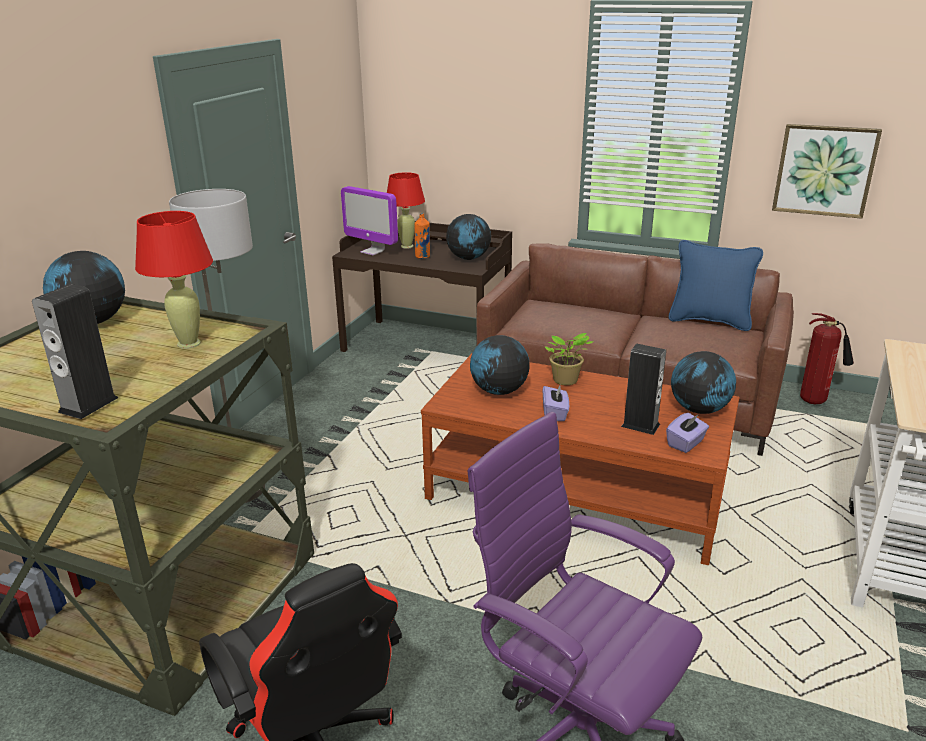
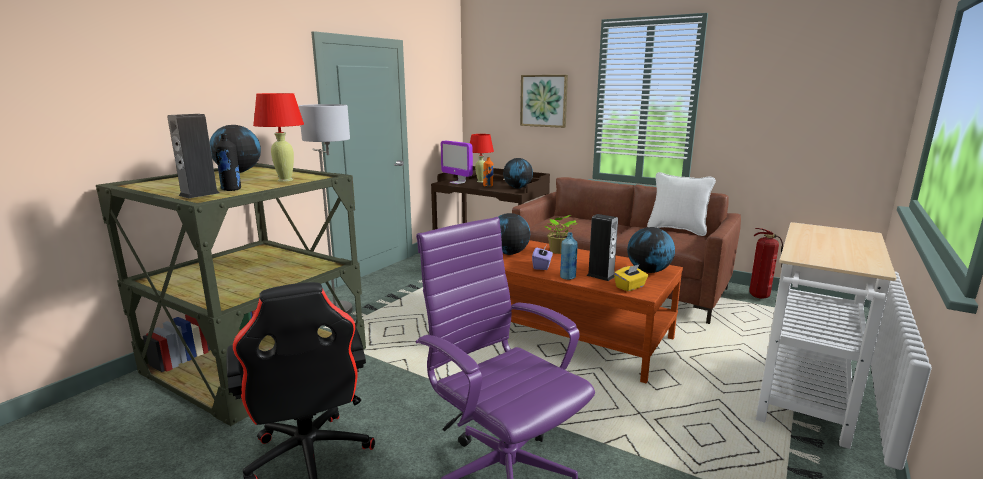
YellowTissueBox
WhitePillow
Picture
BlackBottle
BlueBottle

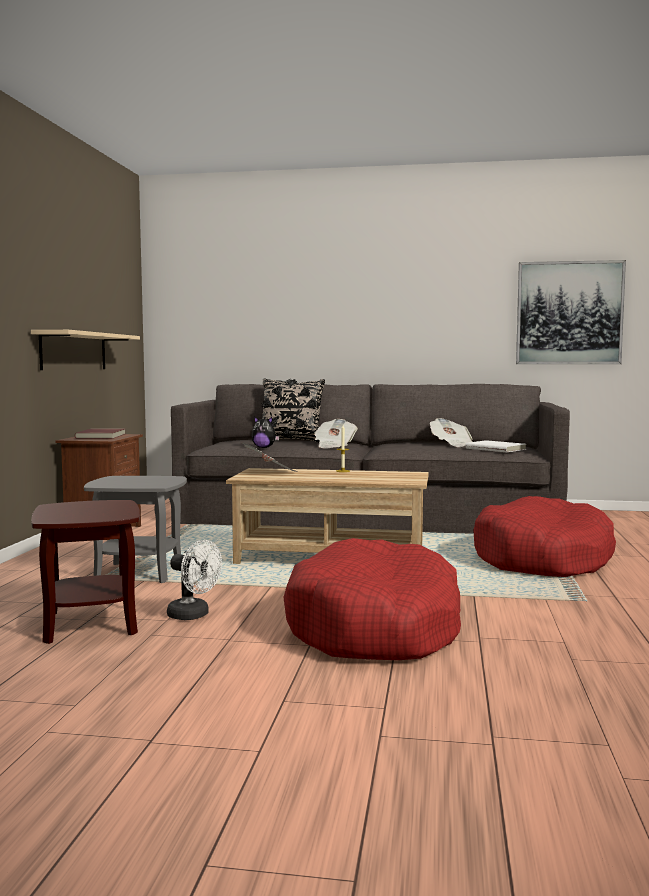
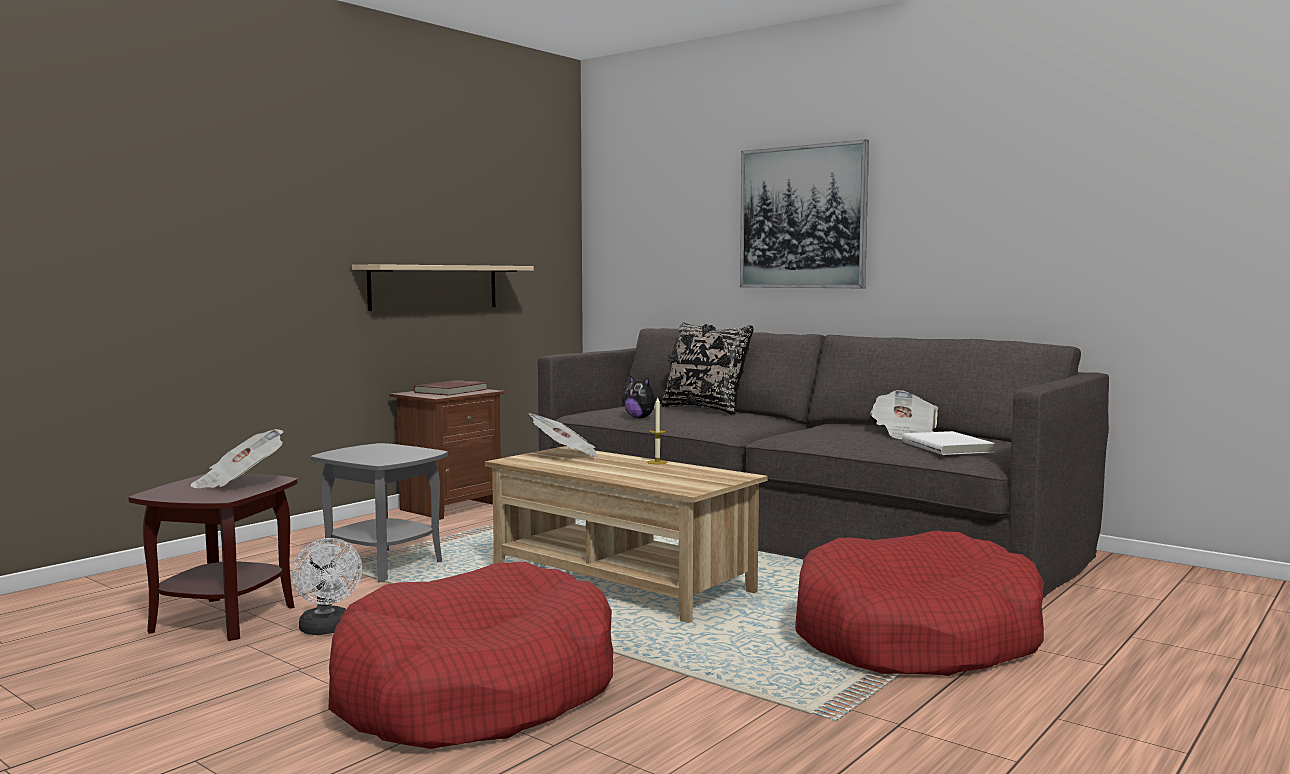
Newspaper (no. 1 from left)
Picture

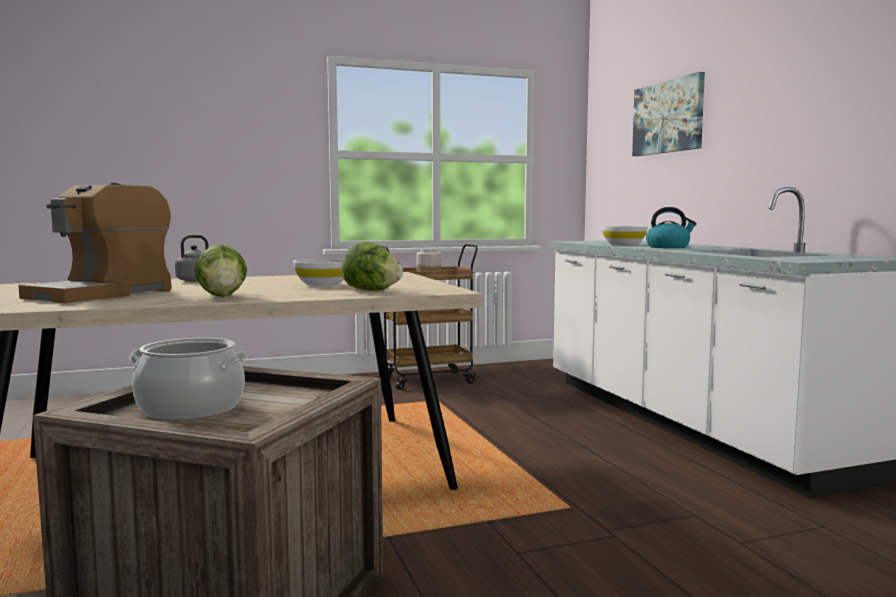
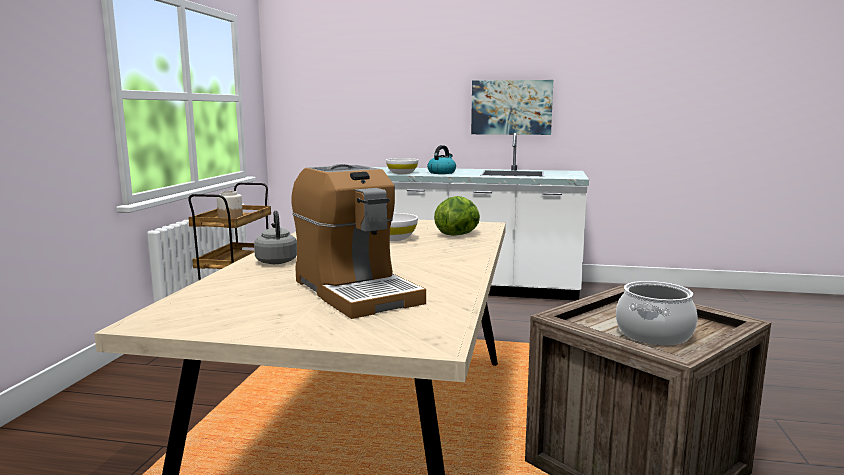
Lettuce (no. 1 from left in the first image)
Picture

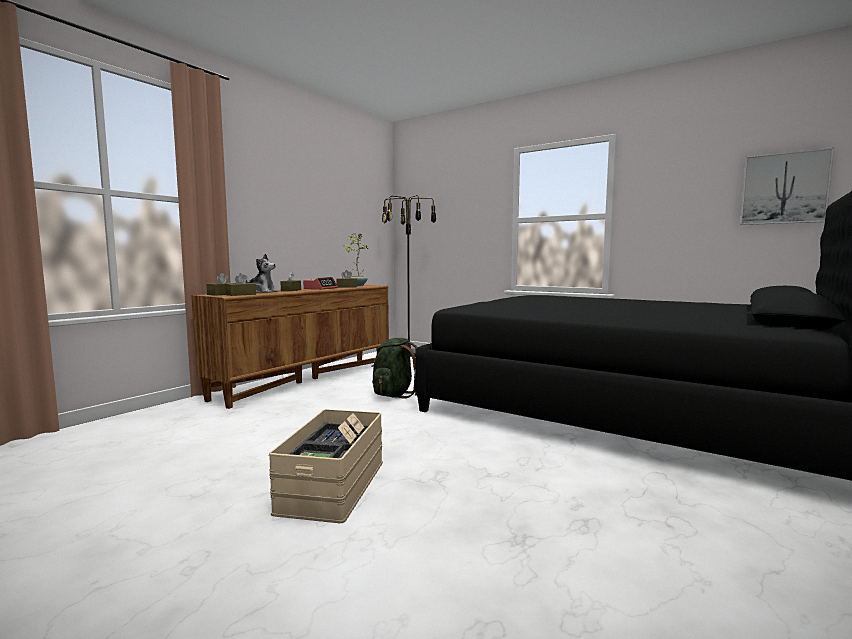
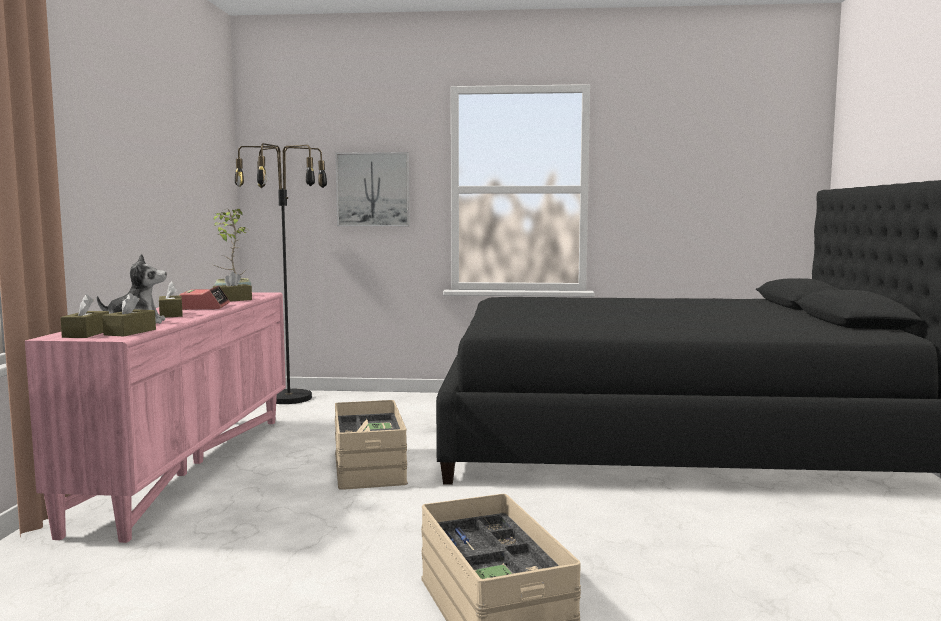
PinkDresser
BeigeStorageBox (no. 1 from left)
Picture

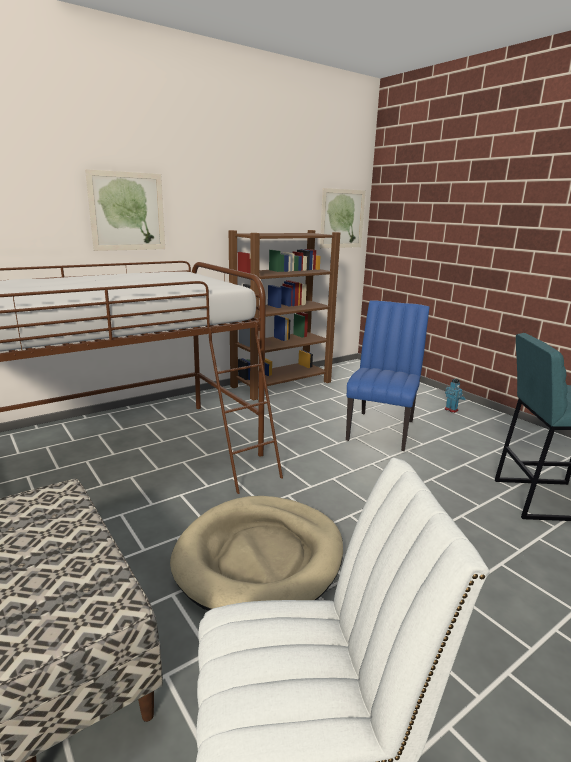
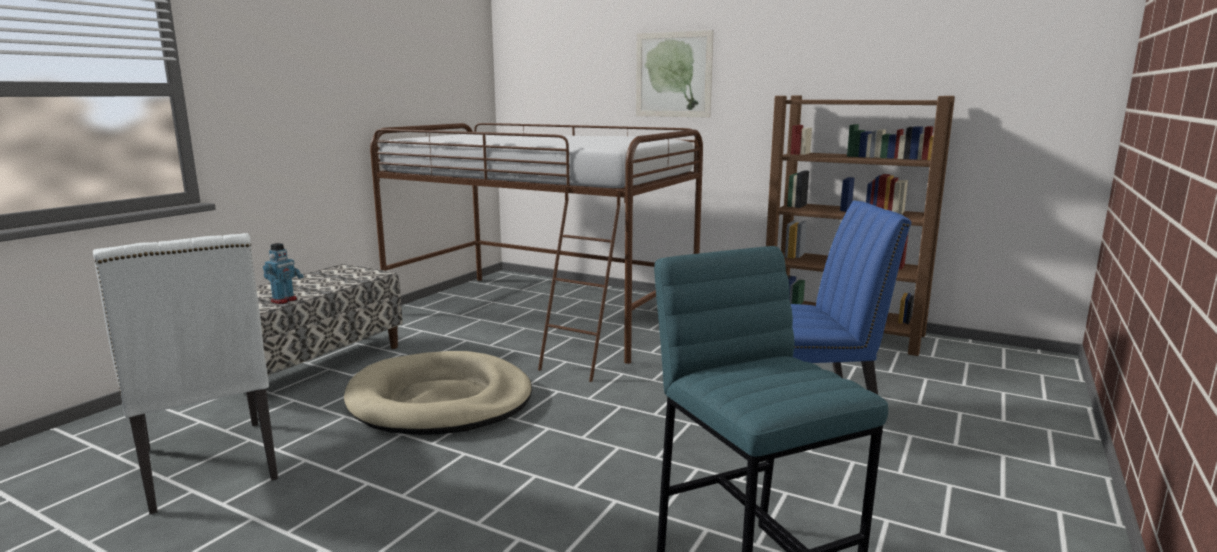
Picture (no. 2 from left in the first image)
ToyRobot

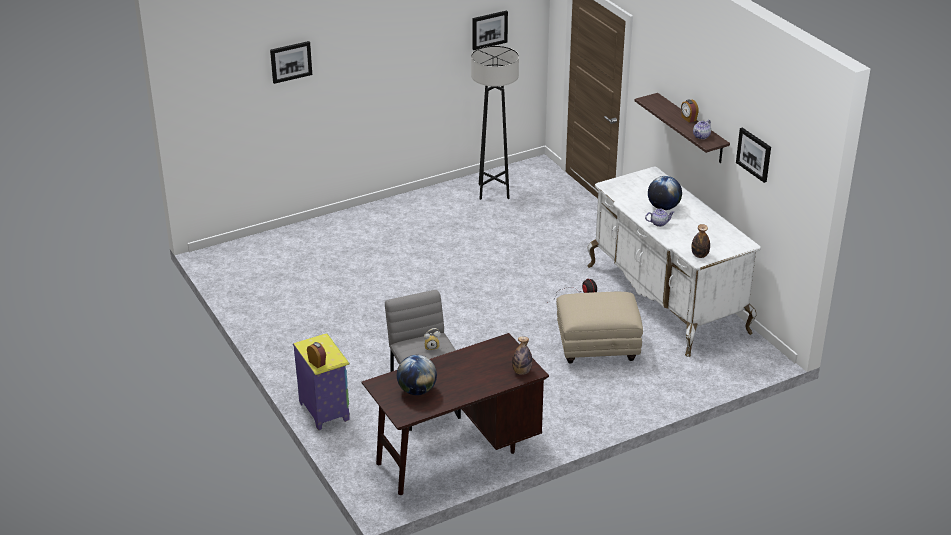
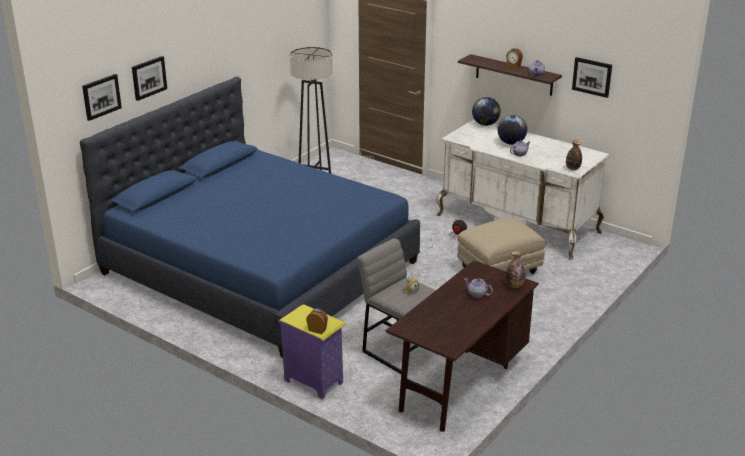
Globe (no. 1 from left)
Picture (no. 1 from left)
BlueBed
Teapot (no. 1 from left)

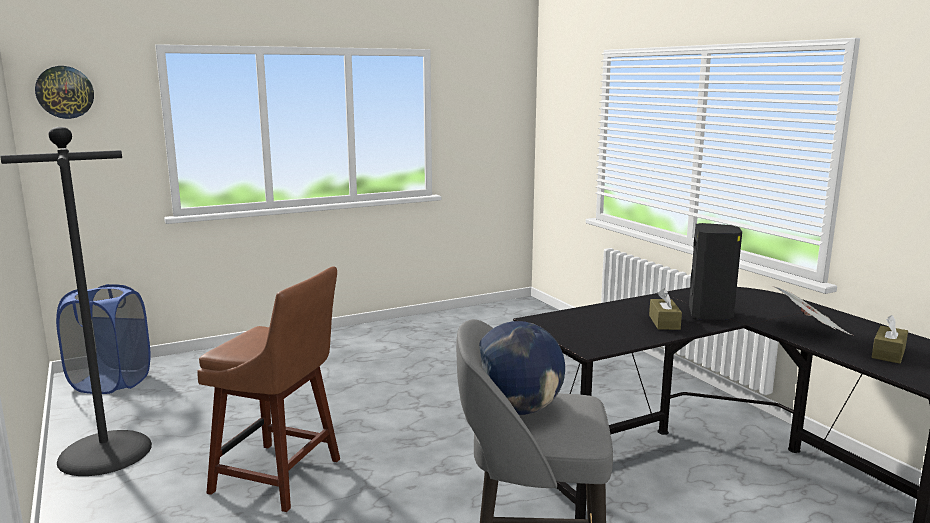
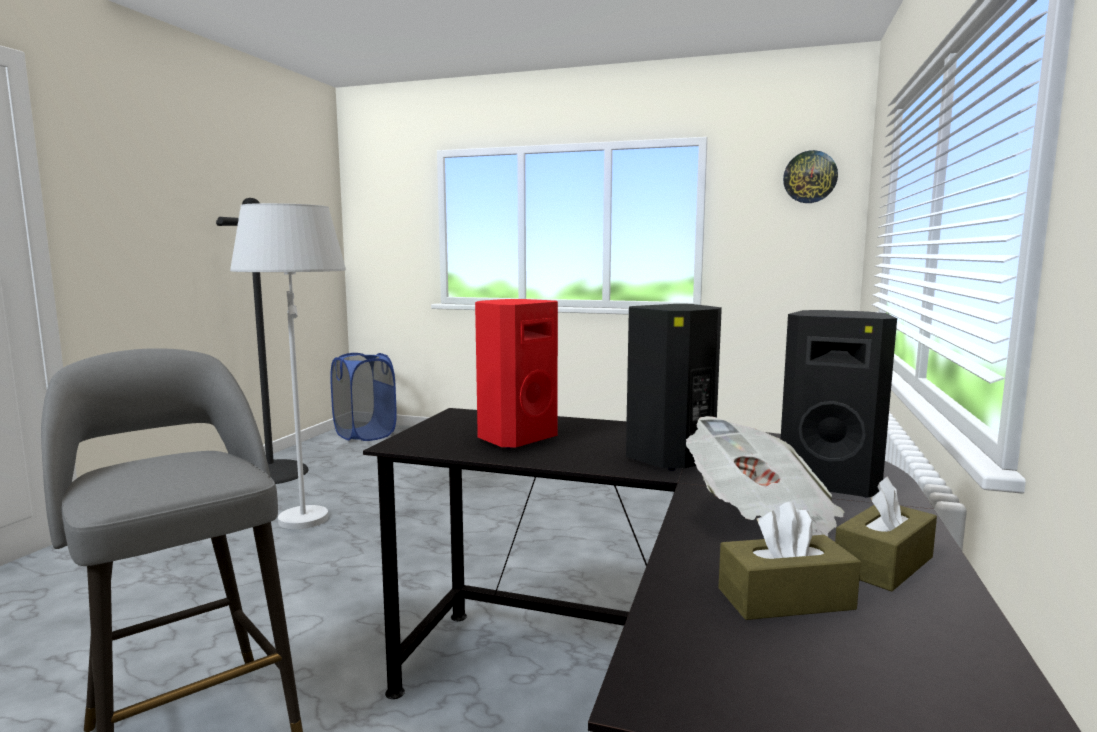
WallClock
WhiteFloorLamp
Globe
BrownTissueBox (no. 2 from left)
RedSpeaker
BlackSpeaker (no. 2 from left)

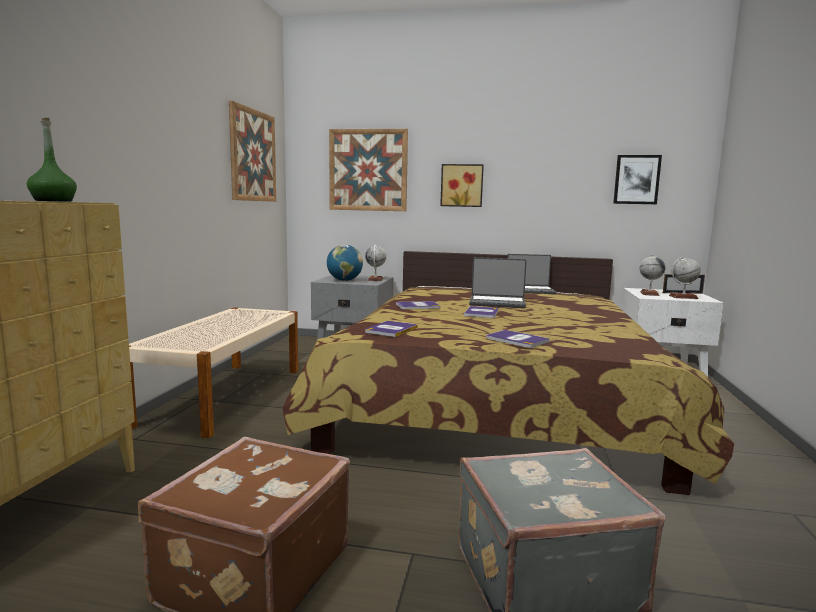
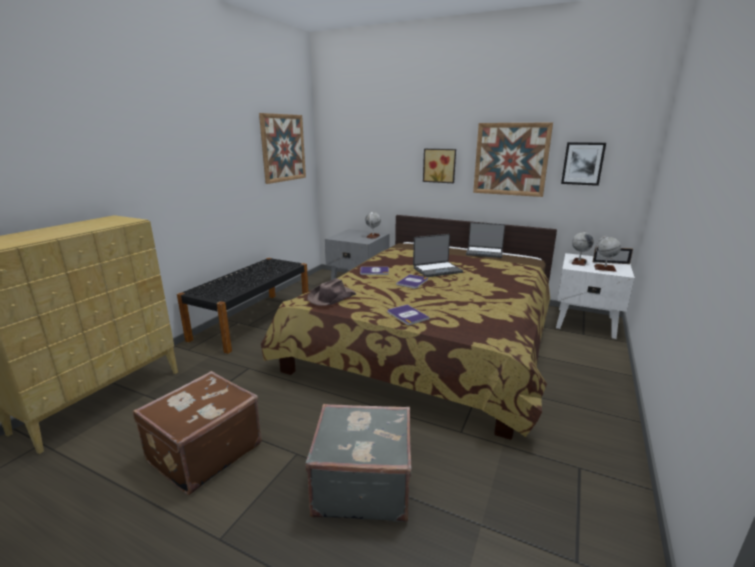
GreenBottle
BlackBench
Globe (no. 1 from left in the first image)
Picture (no. 3 from left)
BrownHat
Laptop (no. 1 from left)

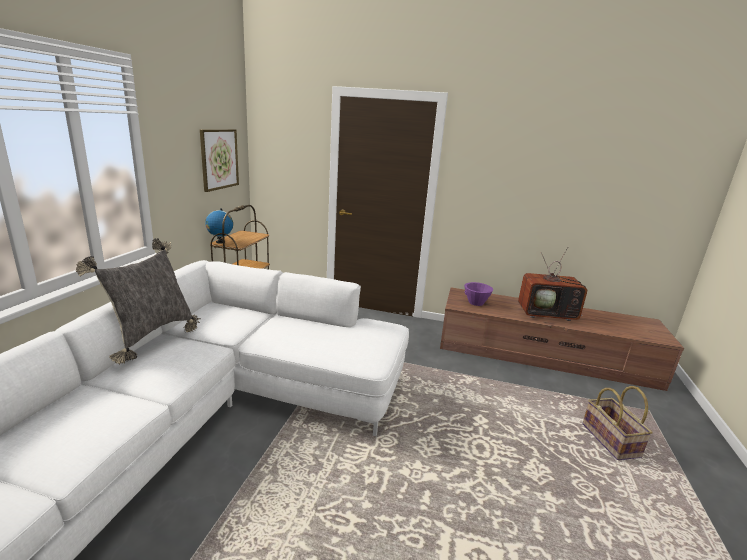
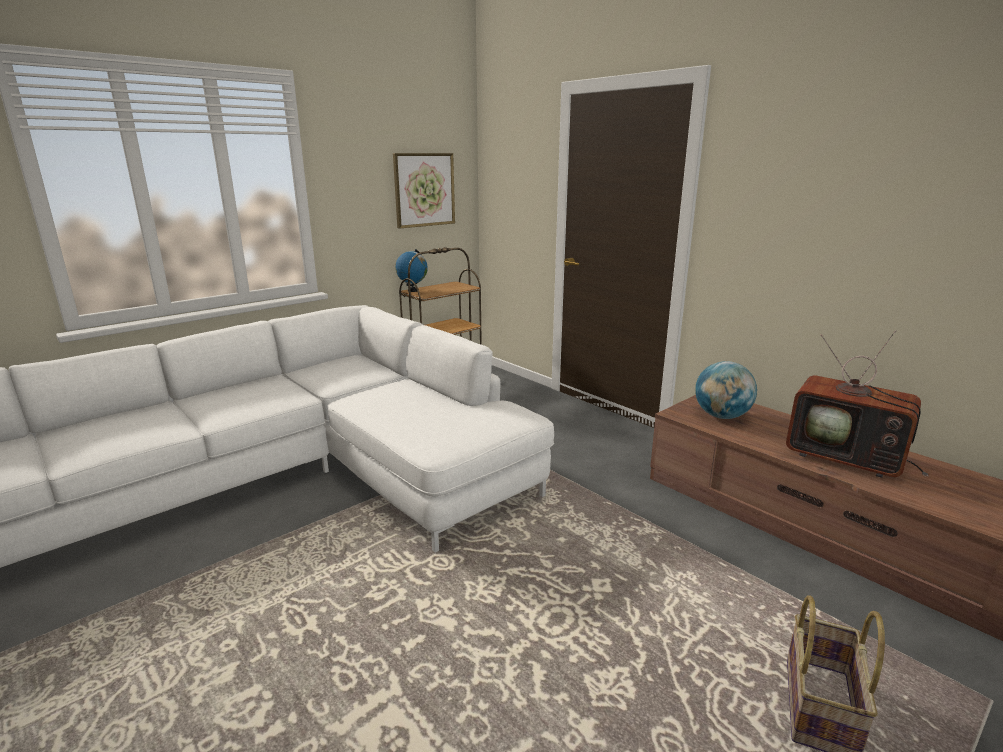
Pillow
Globe (no. 2 from left)

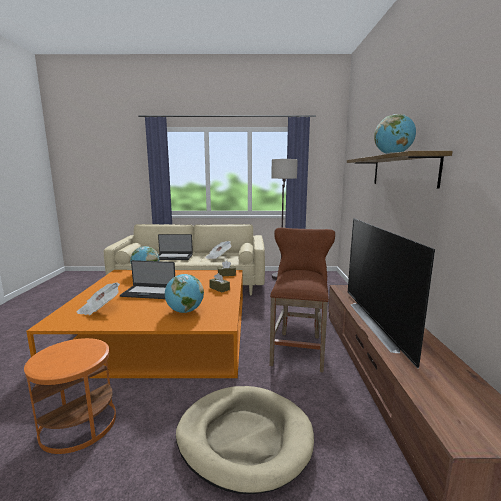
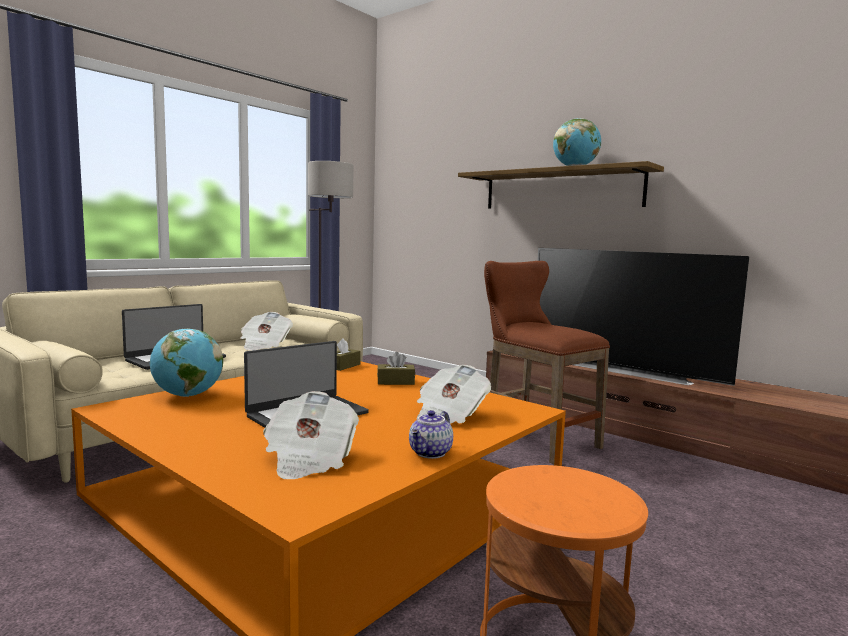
Newspaper (no. 3 from left)
BeigeDogBed
Teapot

